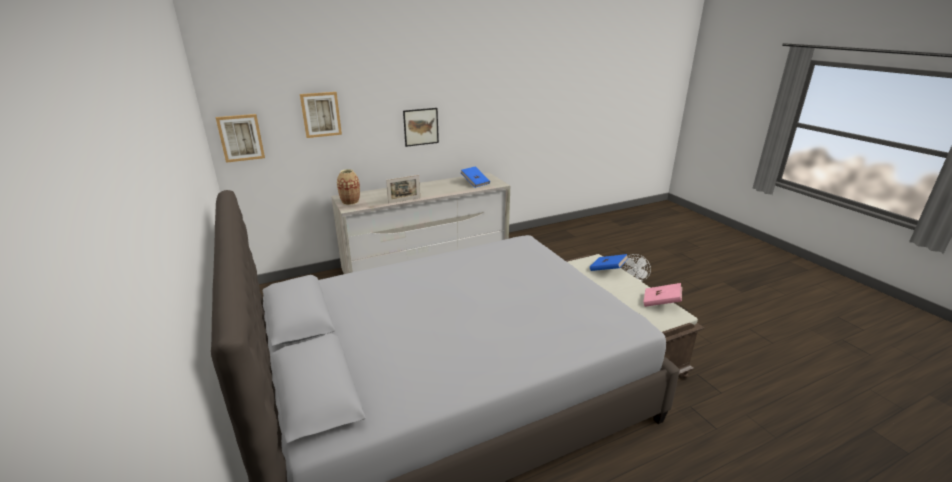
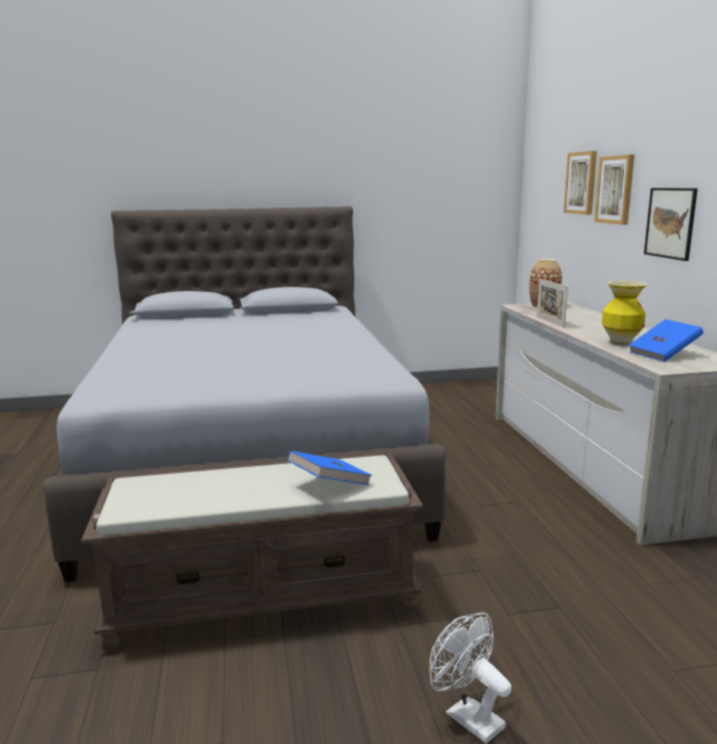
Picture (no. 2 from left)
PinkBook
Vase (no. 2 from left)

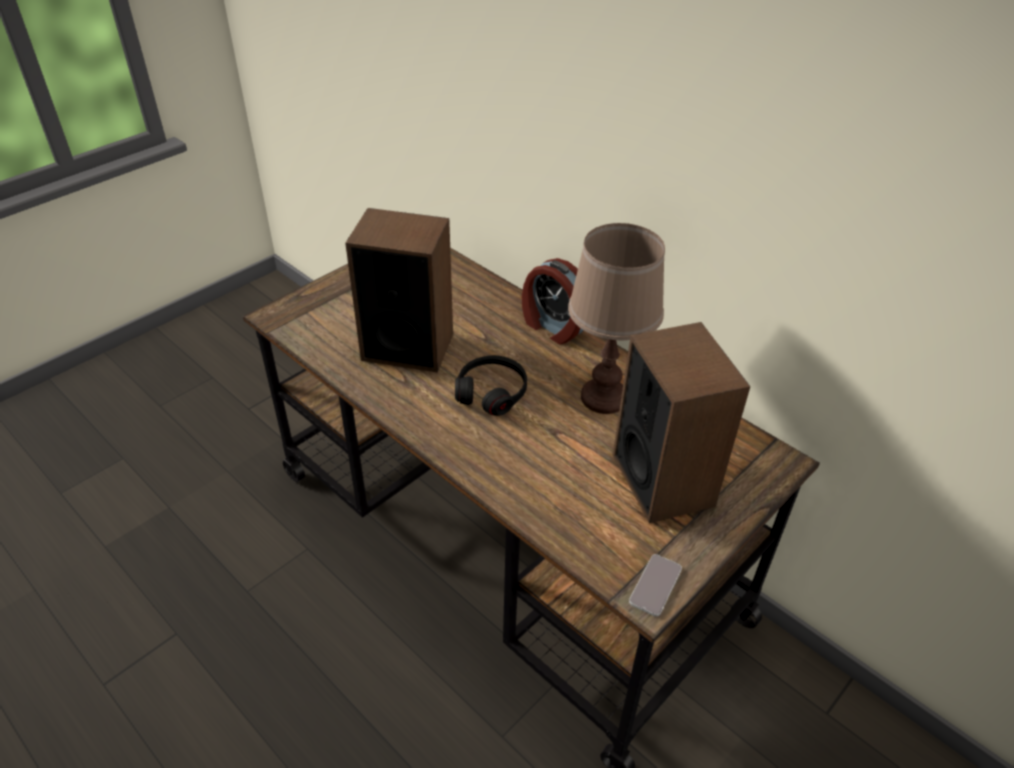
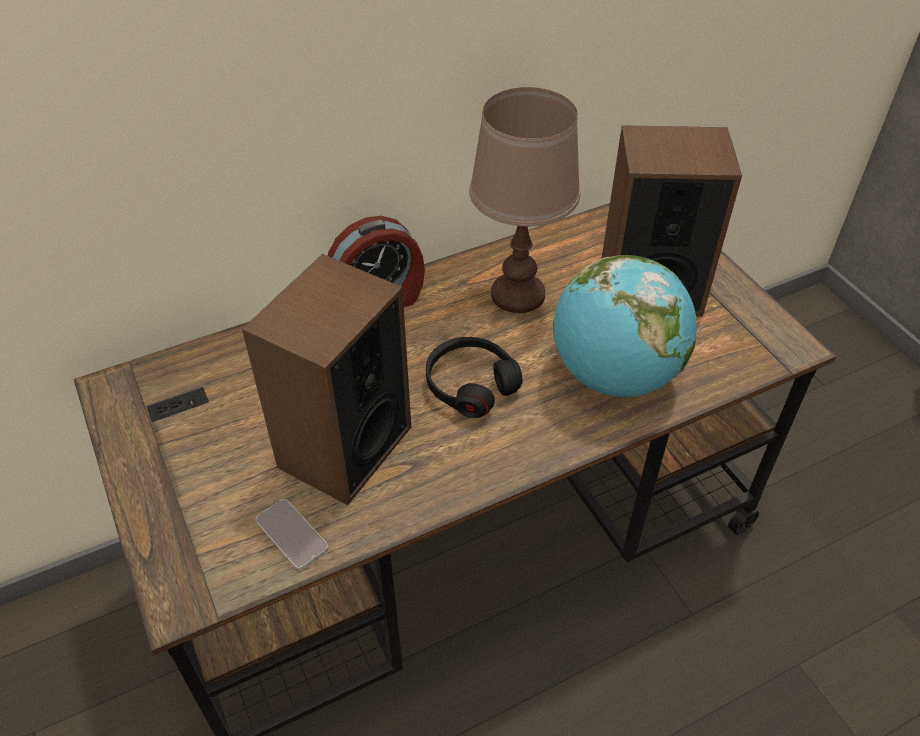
Phone
Globe

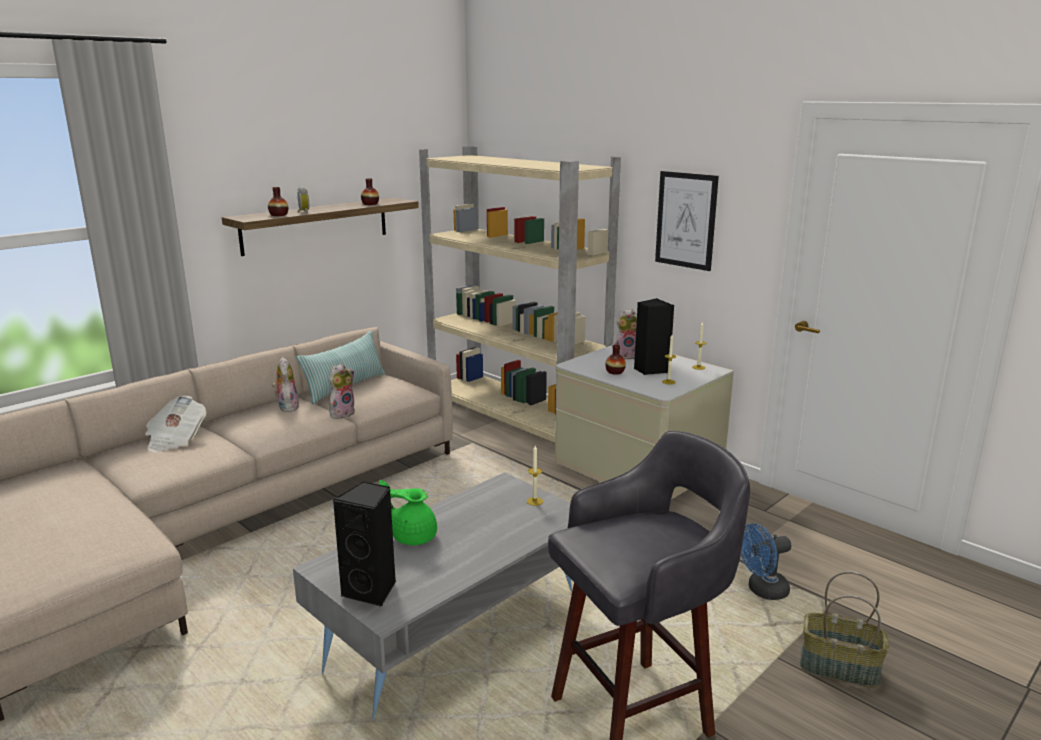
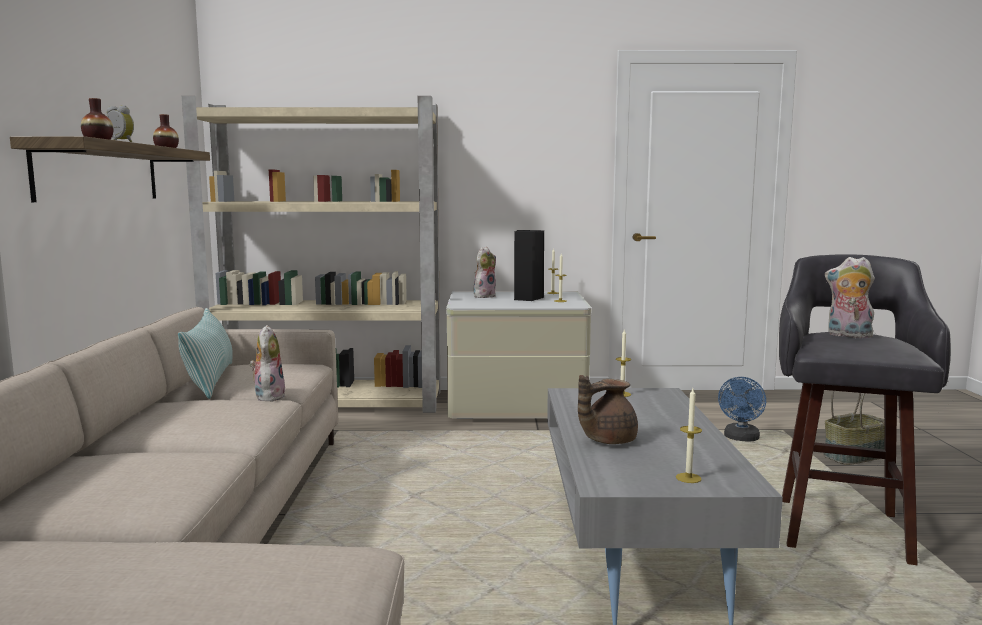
Newspaper
PlushToy (no. 3 from left)
Candle (no. 4 from left)
BrownTeapot
Vase (no. 3 from left in the first image)
Picture

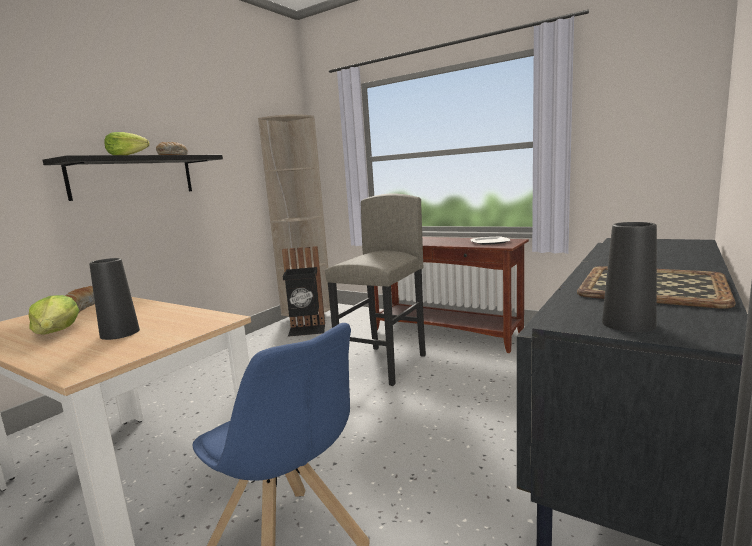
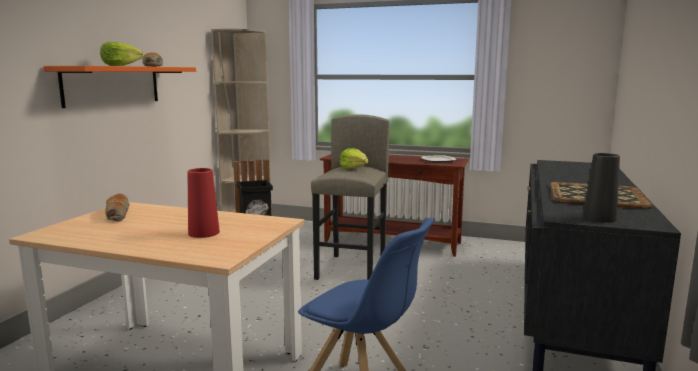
Lettuce (no. 2 from left)
OrangeShelf
RedVase

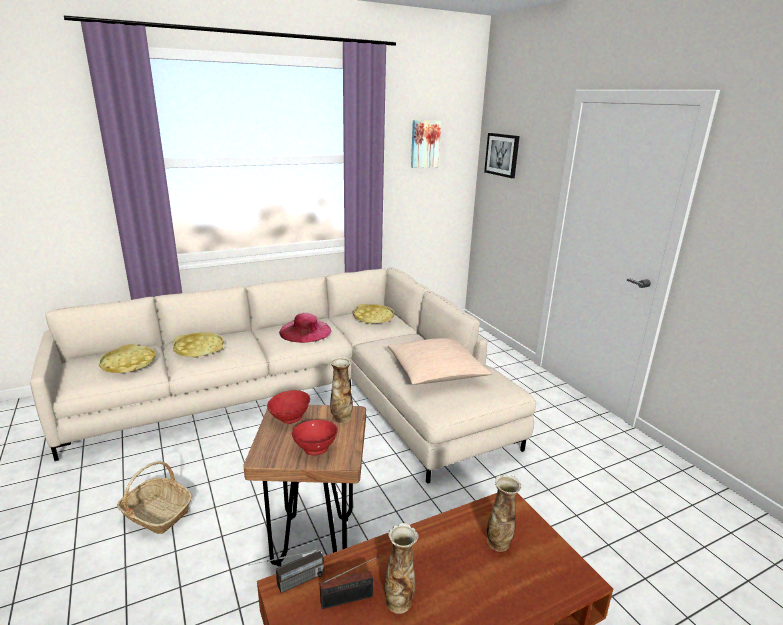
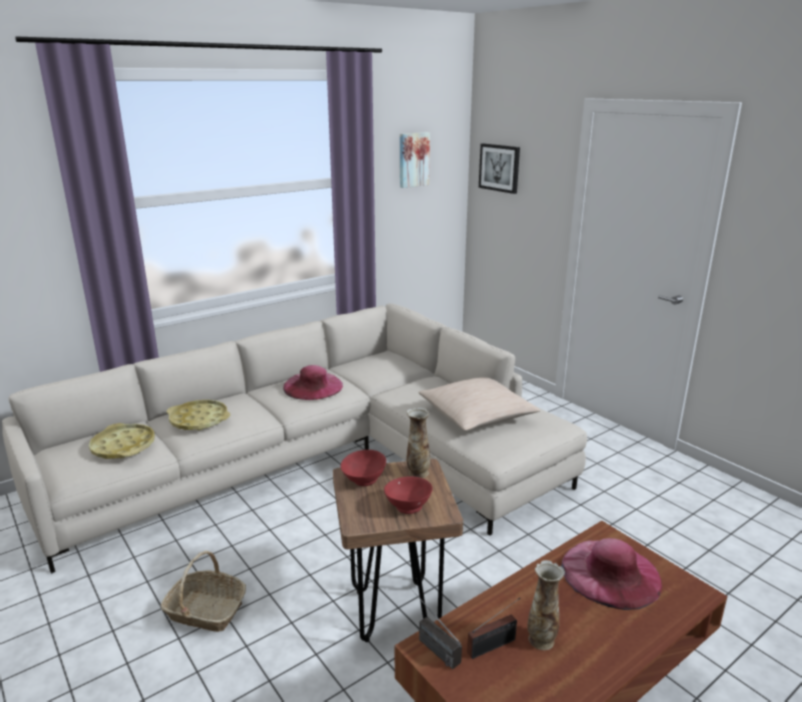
Radio (no. 1 from left)
YellowTray (no. 3 from left in the first image)
PinkHat (no. 2 from left)

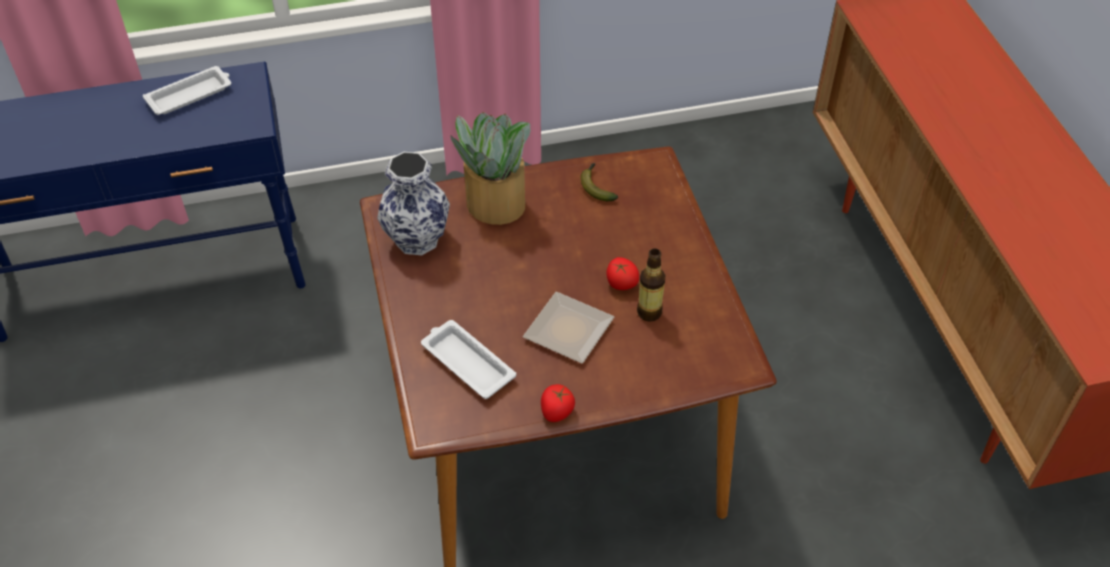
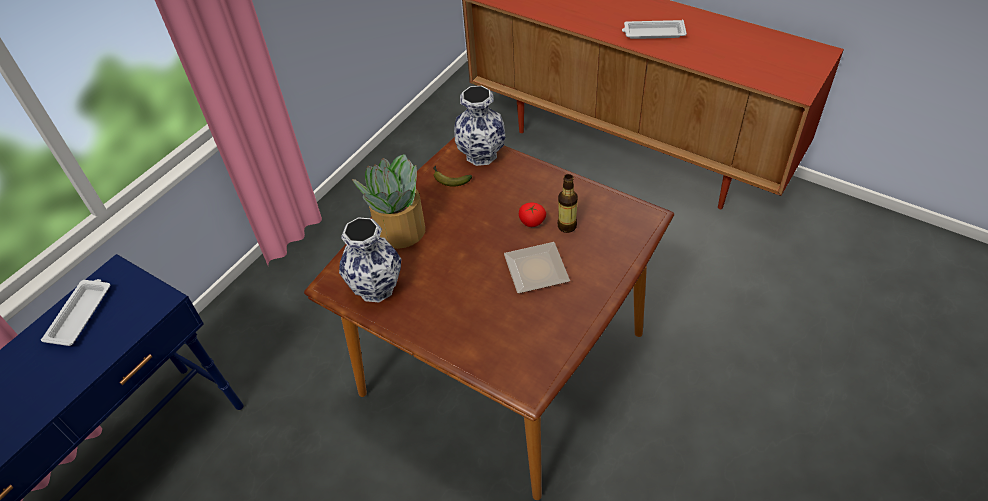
WhiteTray (no. 2 from left)
Tomato (no. 1 from left in the first image)
Vase (no. 2 from left)

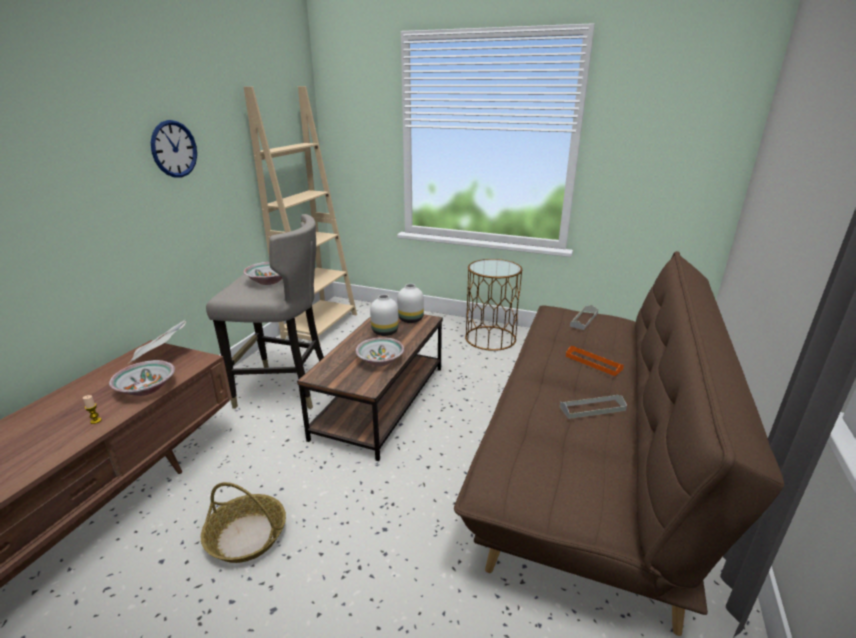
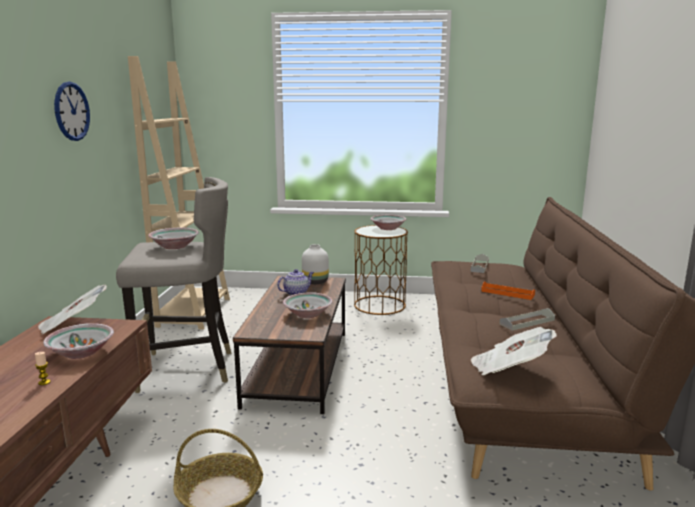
Teapot
Bowl (no. 4 from left)
Newspaper (no. 2 from left)

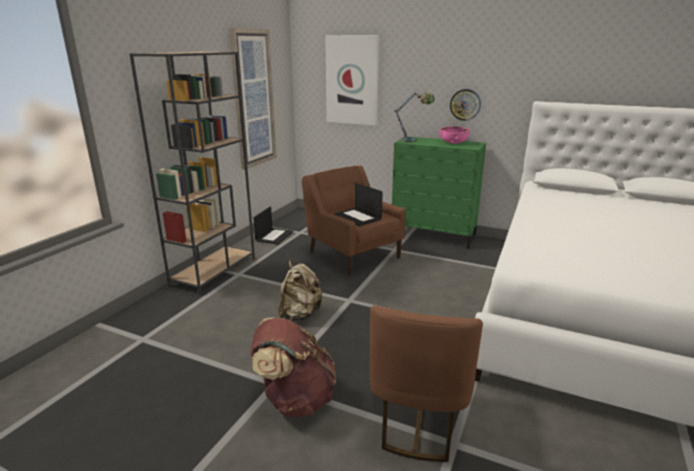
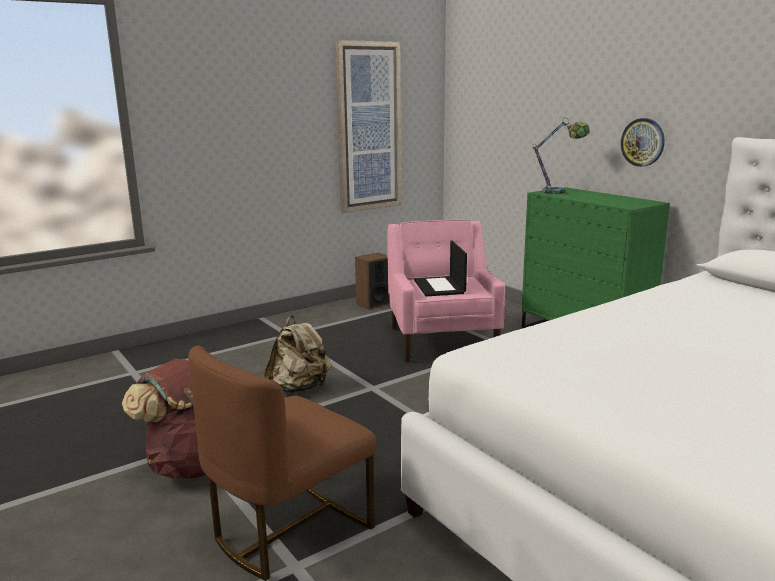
Bookcase
Speaker
PinkArmchair
Picture (no. 2 from left in the first image)
PinkBowl

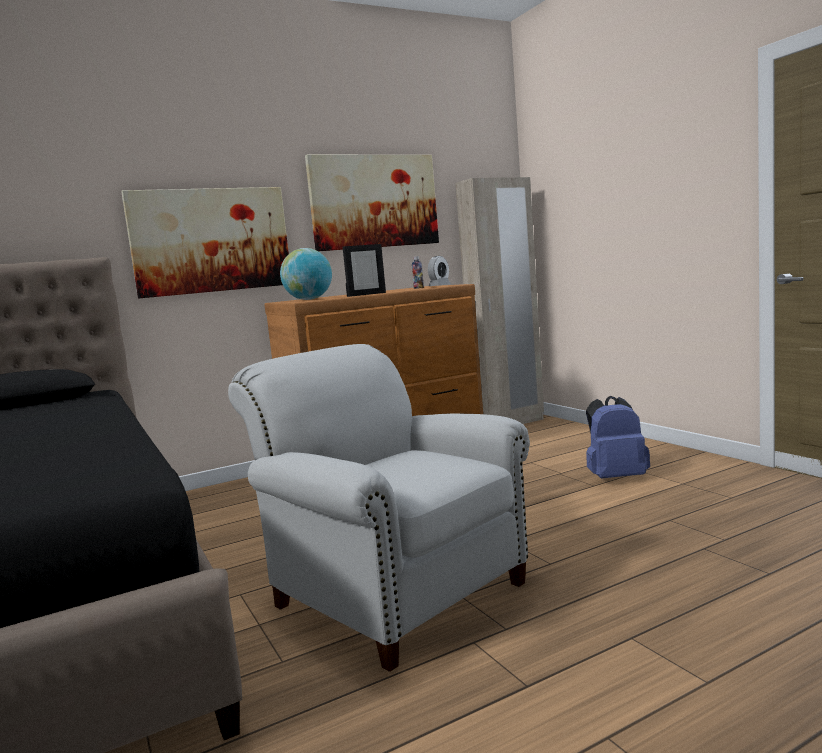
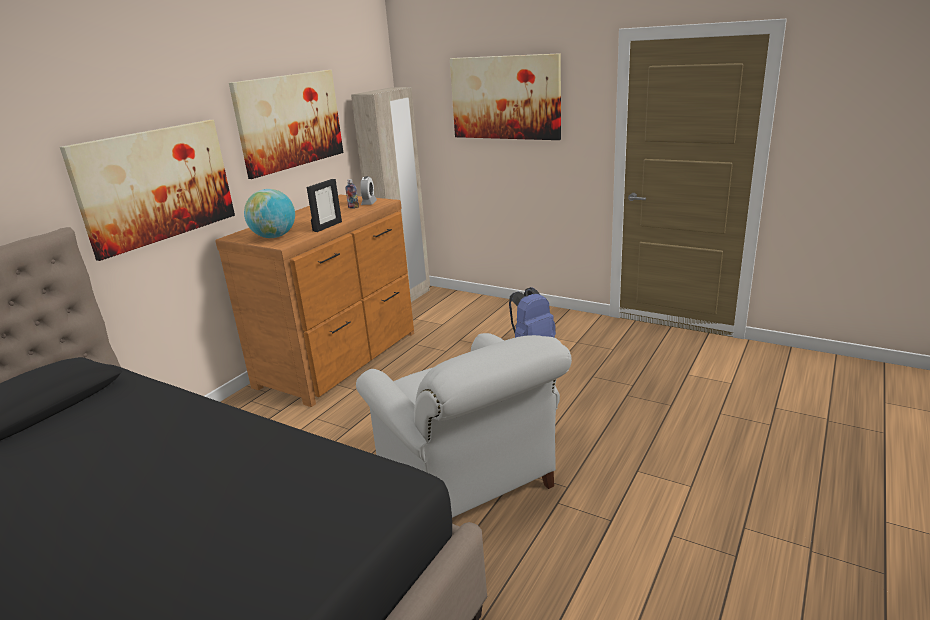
WhiteArmchair
Picture (no. 3 from left)

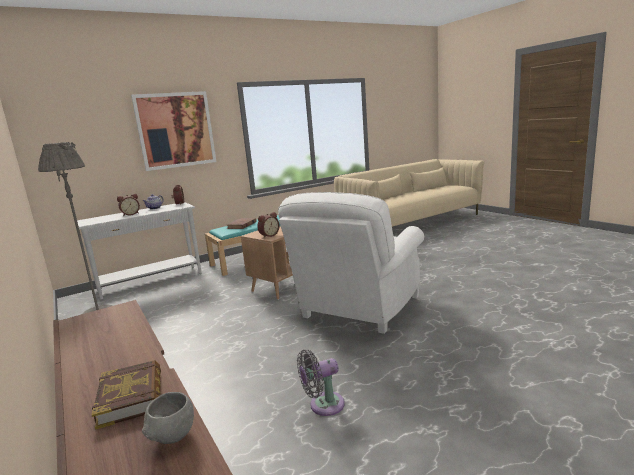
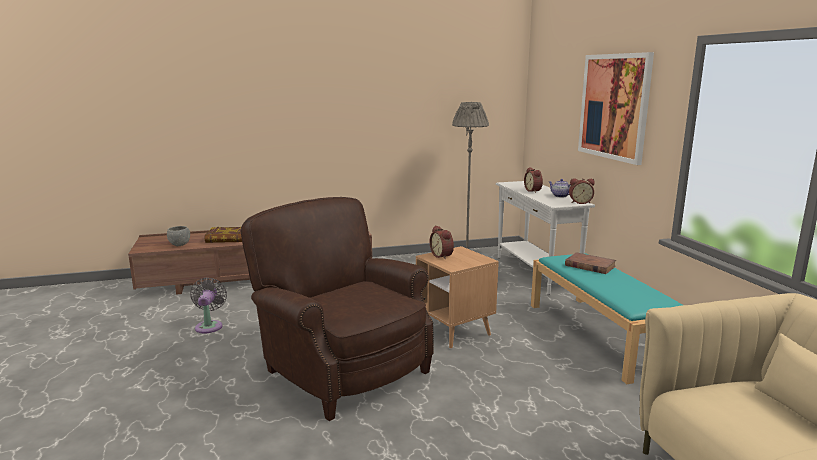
BrownArmchair

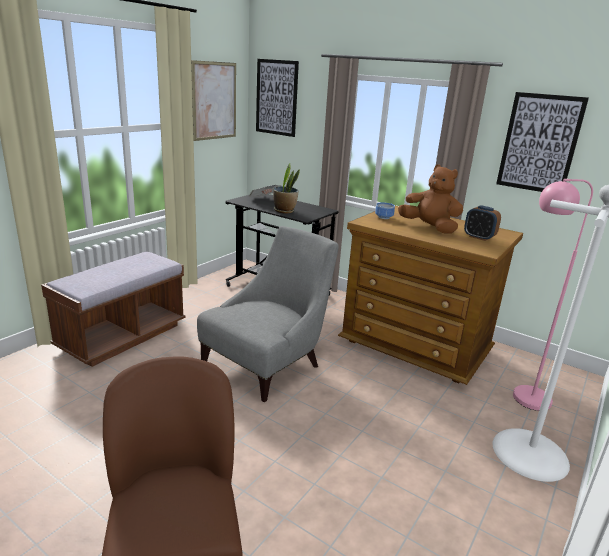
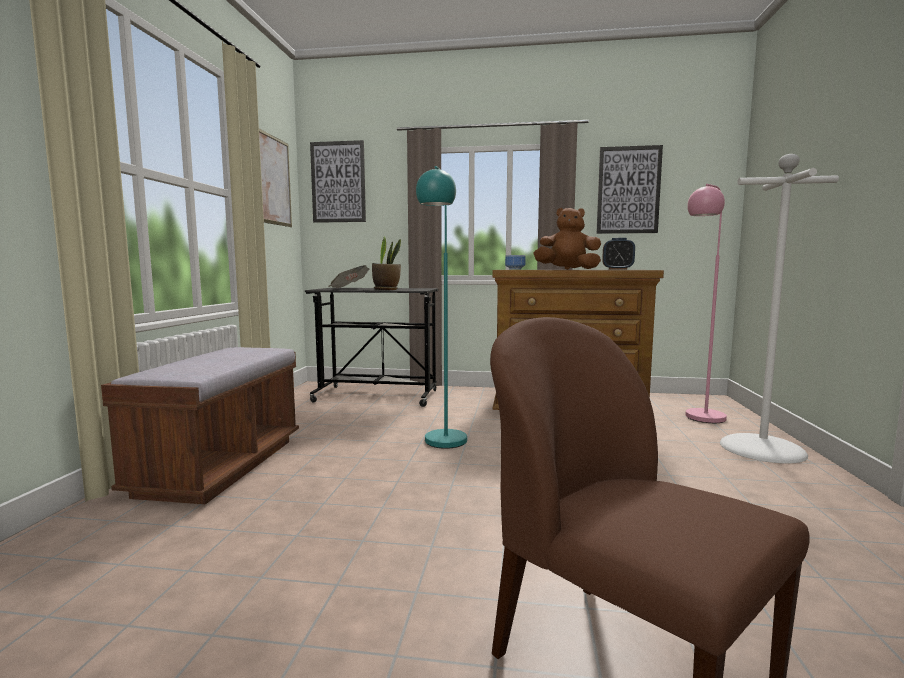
TurquoiseFloorLamp

